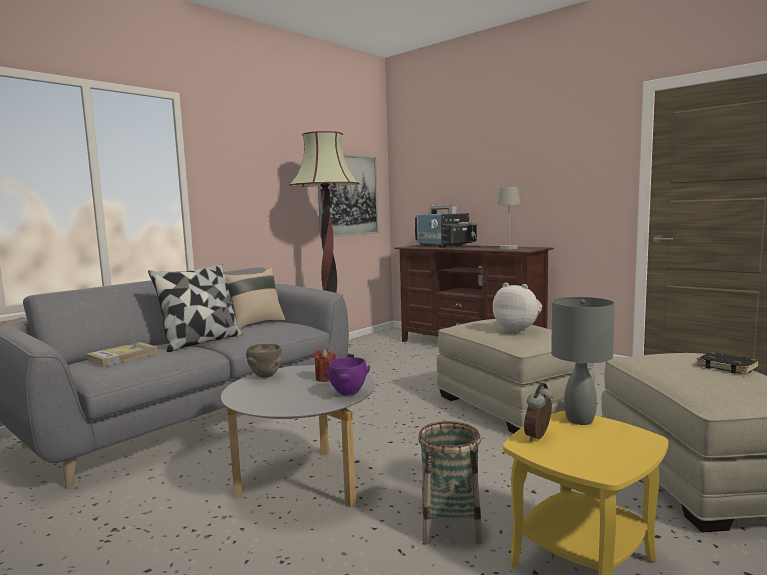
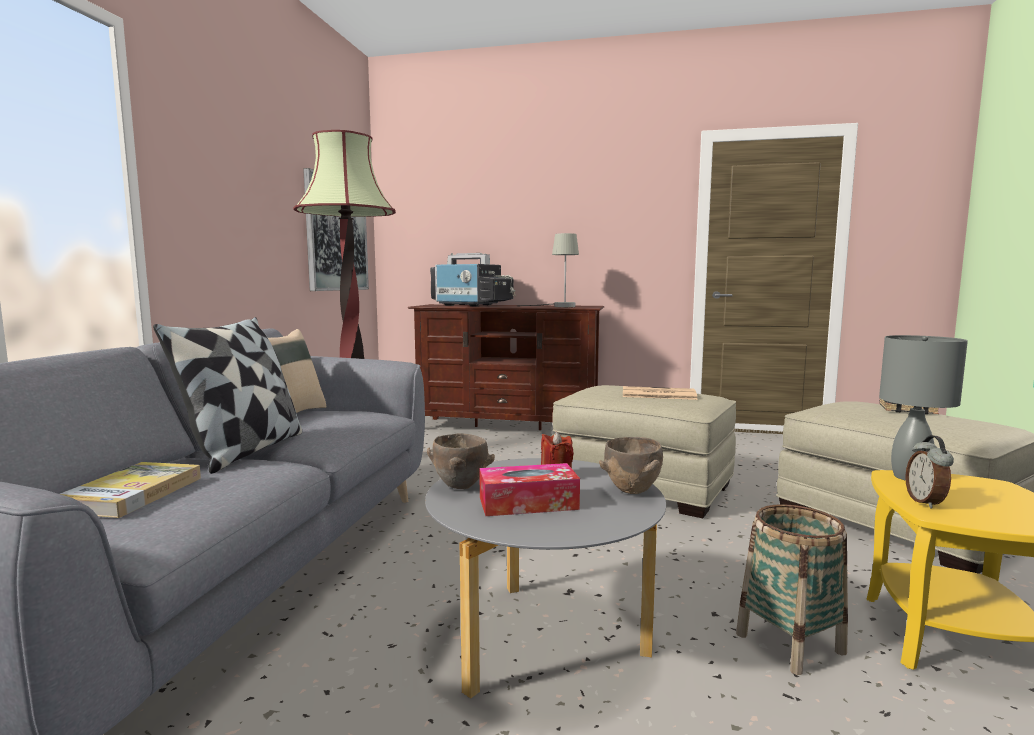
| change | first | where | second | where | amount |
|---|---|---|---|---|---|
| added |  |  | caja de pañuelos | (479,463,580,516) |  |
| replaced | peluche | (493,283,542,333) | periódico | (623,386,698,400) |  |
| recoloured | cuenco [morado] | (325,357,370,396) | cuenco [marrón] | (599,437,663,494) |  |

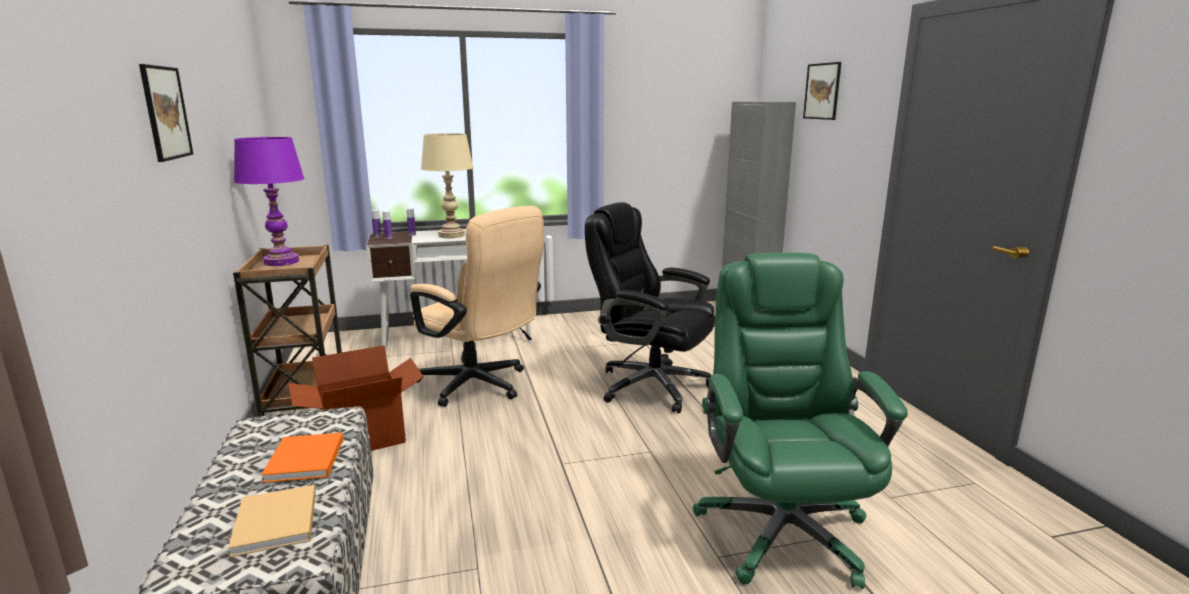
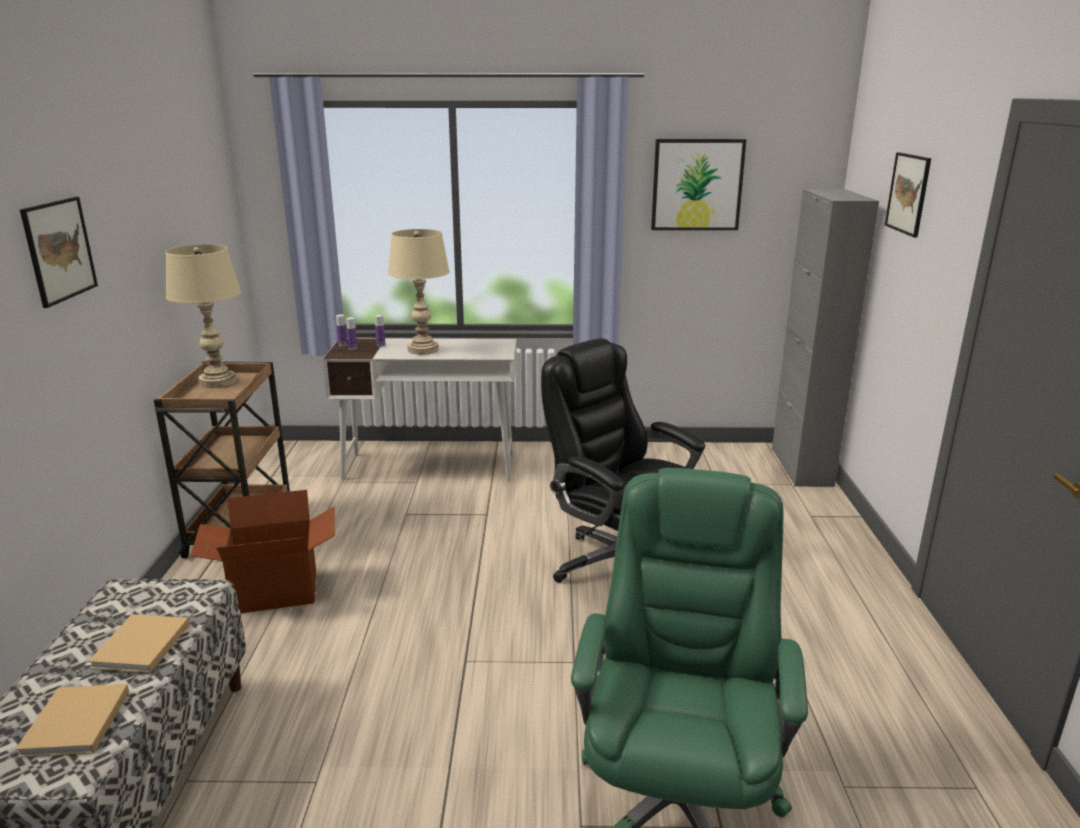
| change | first | where | second | where | amount |
|---|---|---|---|---|---|
| removed | silla de oficina [beis] | (410,206,544,407) |  |  |  |
| added |  |  | cuadro | (651,139,746,230) |  |
| recoloured | lámpara de mesa [morado] | (234,136,305,266) | lámpara de mesa [beis] | (166,244,241,388) |  |
| recoloured | libro [naranja] | (261,433,343,483) | libro [beis] | (88,614,189,673) |  |

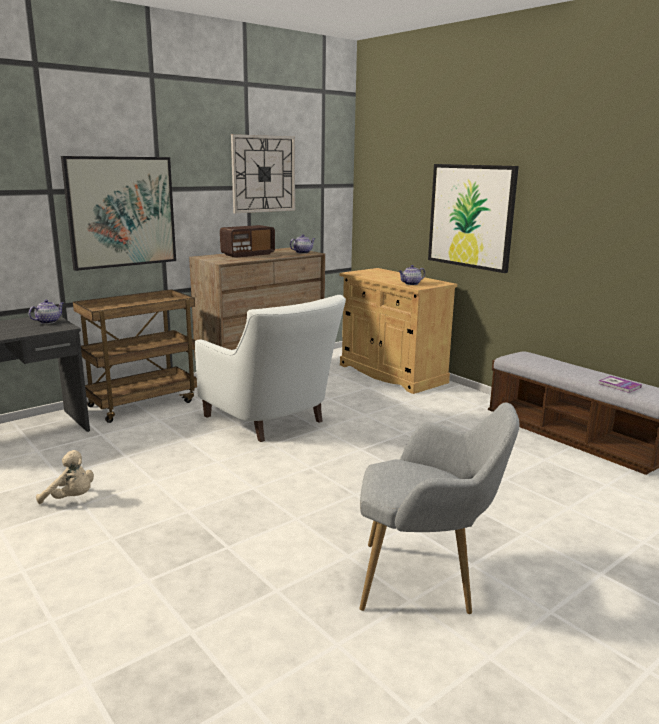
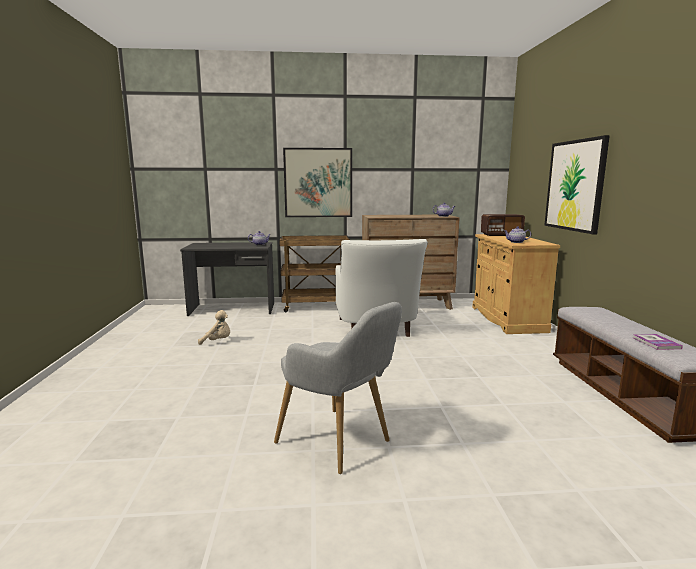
| change | first | where | second | where | amount |
|---|---|---|---|---|---|
| removed | reloj de pared | (231,134,295,213) |  |  |  |
| moved | radio | (220,225,275,258) |  | (481,214,525,236) |  |
| turned | peluche [beis] | (36,450,94,504) |  | (198,310,230,345) | 45 degrees counterclockwise |

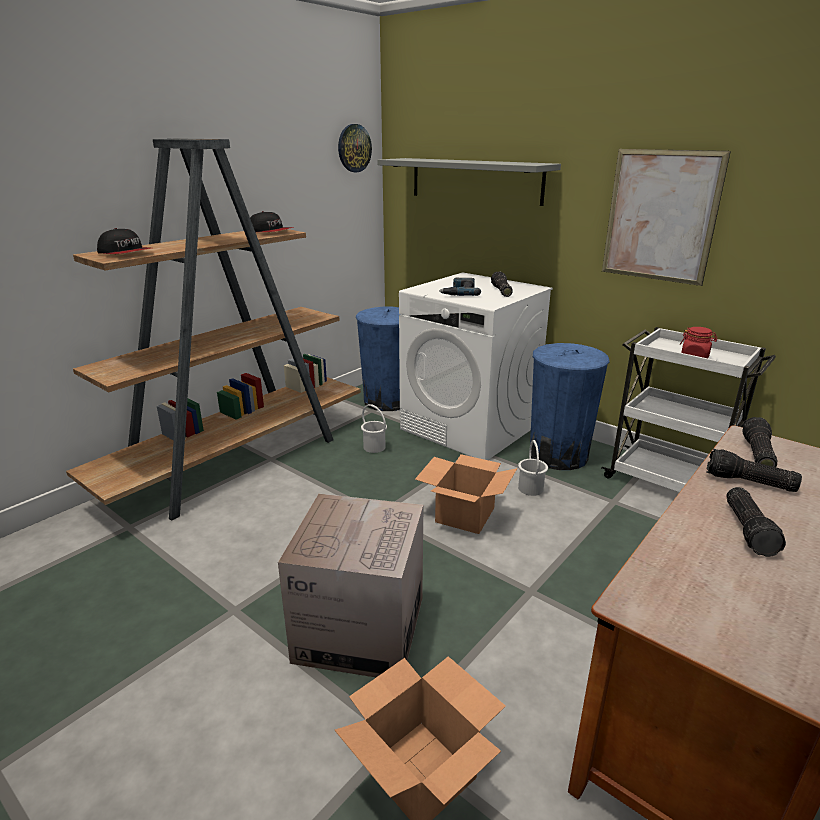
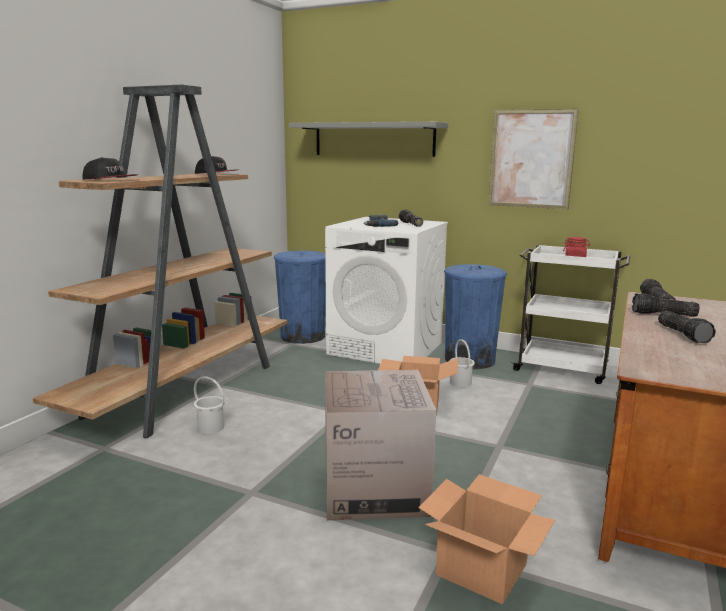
| change | first | where | second | where | amount |
|---|---|---|---|---|---|
| removed | reloj de pared | (338,124,372,172) |  |  |  |
| moved | cubo [blanco] | (361,404,387,453) |  | (194,376,225,434) |  |

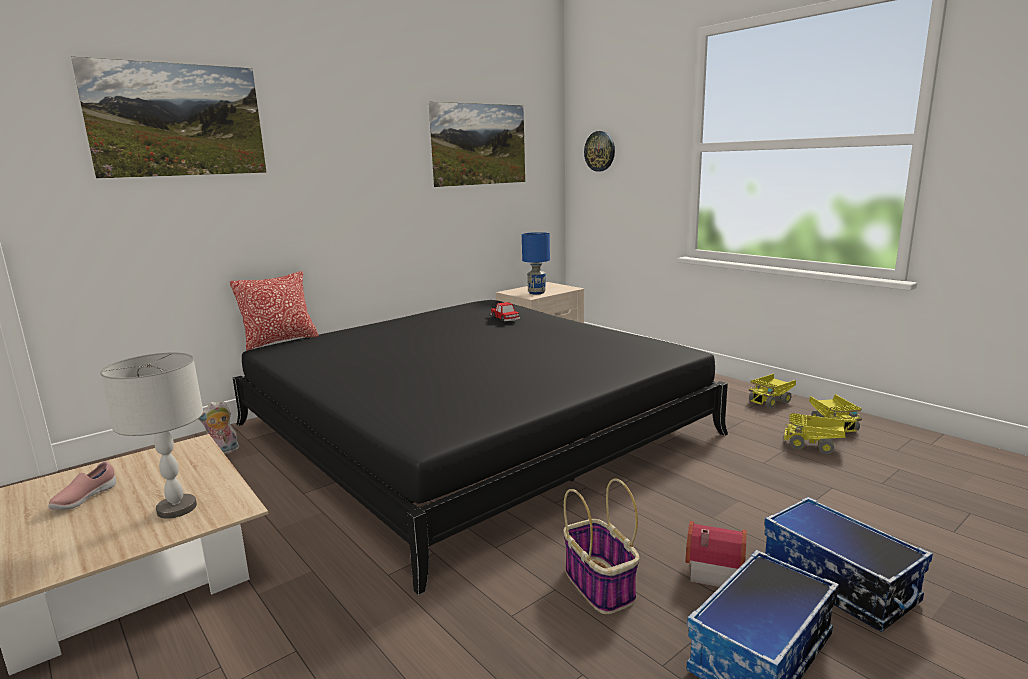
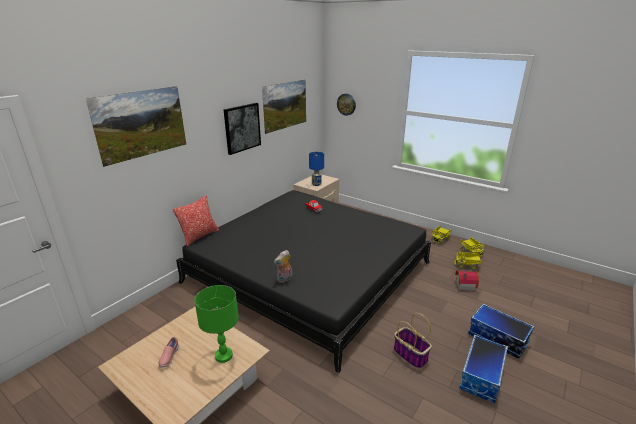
| change | first | where | second | where | amount |
|---|---|---|---|---|---|
| added |  |  | cuadro | (224,103,261,155) |  |
| moved | peluche | (198,400,240,454) |  | (274,250,293,283) |  |
| moved | casita | (685,521,747,587) |  | (455,270,479,291) |  |
| recoloured | lámpara de mesa [gris] | (100,353,203,519) | lámpara de mesa [verde] | (194,285,239,363) |  |

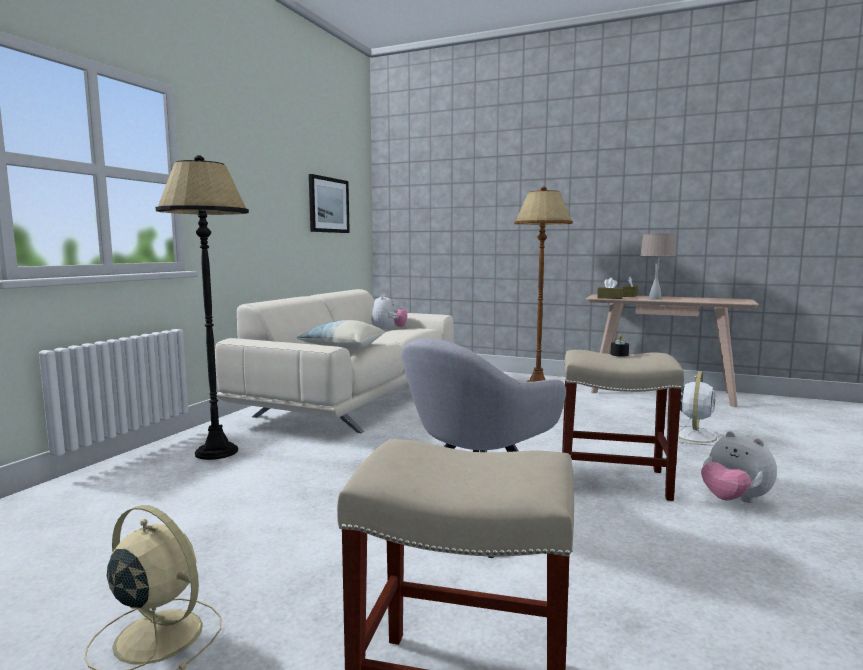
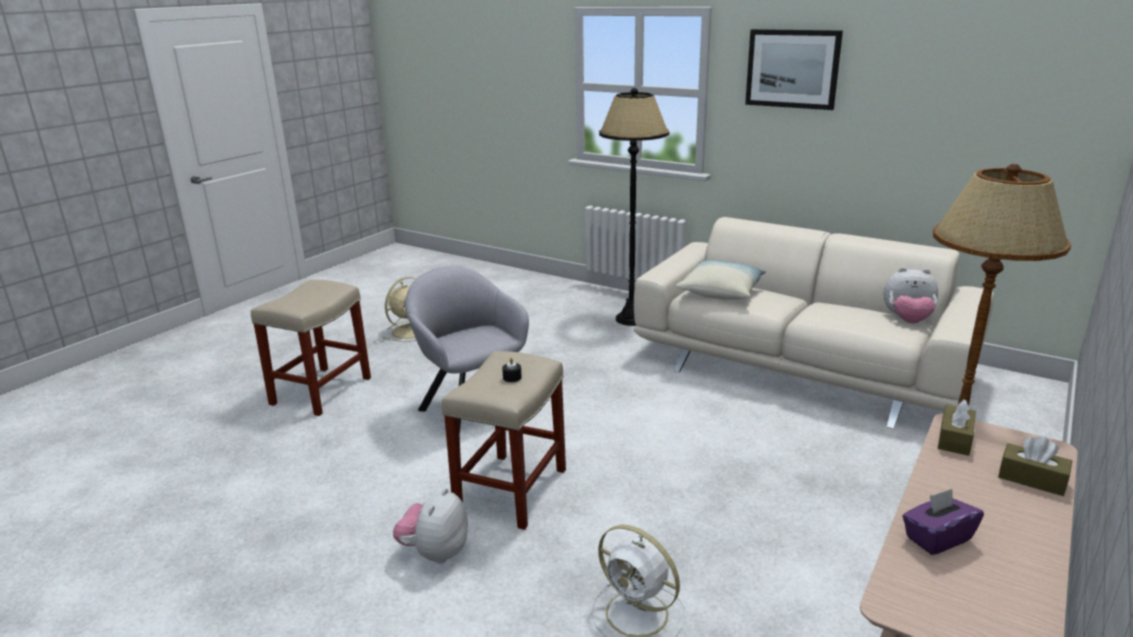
| change | first | where | second | where | amount |
|---|---|---|---|---|---|
| removed | lámpara de mesa [beis] | (640,232,676,300) |  |  |  |
| added |  |  | caja de pañuelos [morado] | (902,489,984,555) |  |
| moved | cuadro | (309,174,350,233) |  | (745,29,843,110) |  |
| turned | peluche | (701,431,777,503) |  | (393,488,468,564) | 45 degrees counterclockwise |

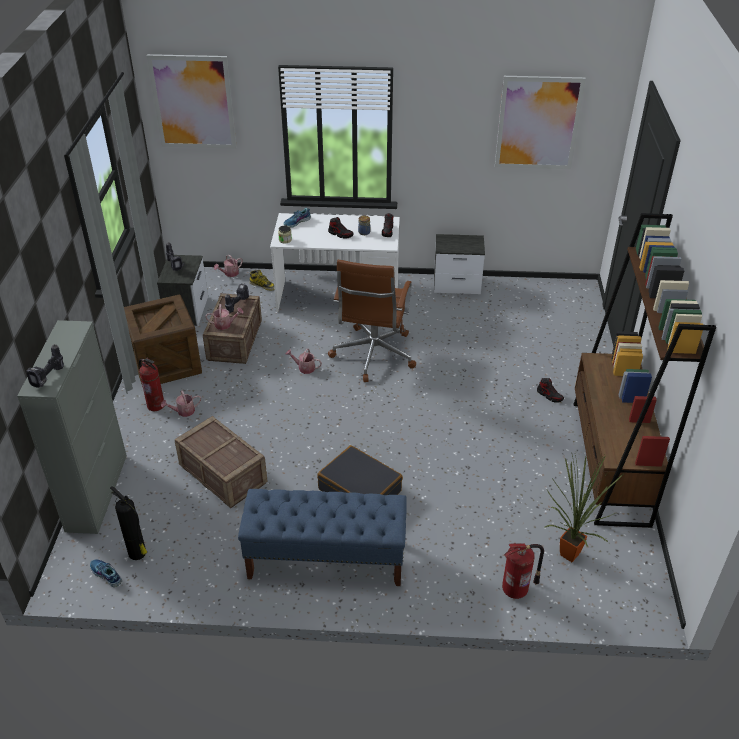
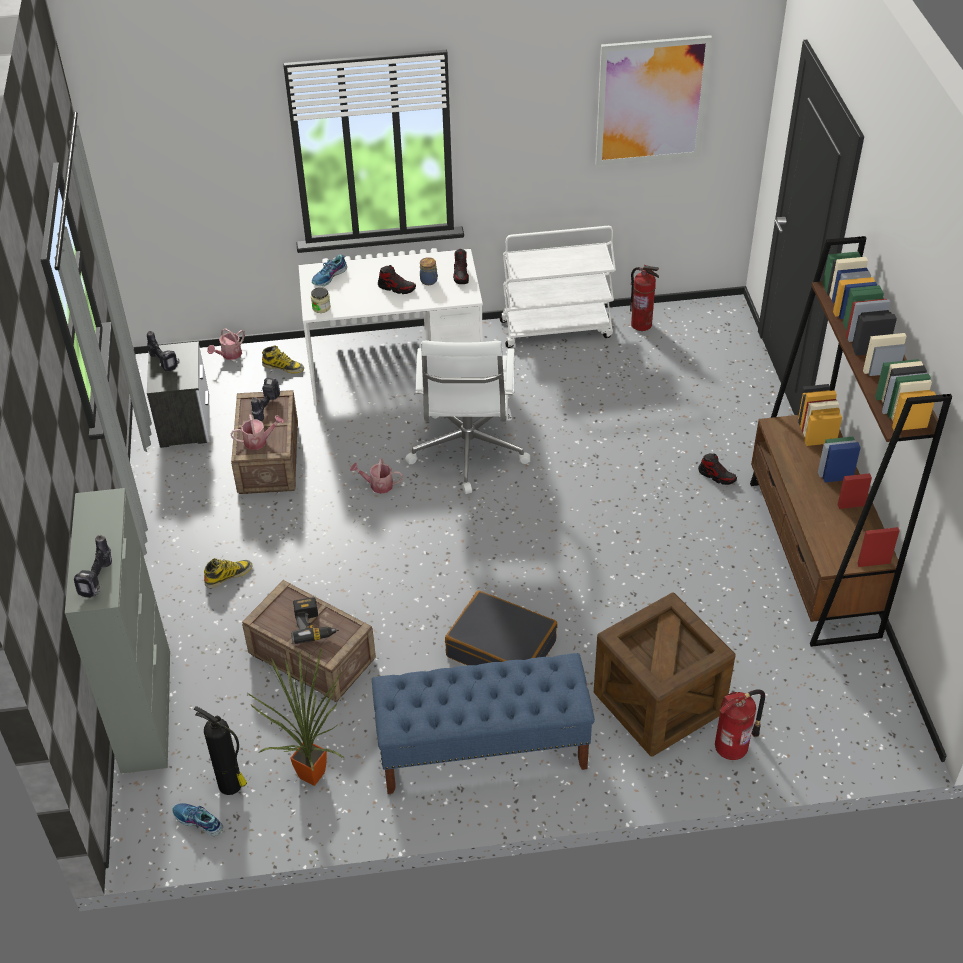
| change | first | where | second | where | amount |
|---|---|---|---|---|---|
| removed | cuadro | (147,54,237,149) |  |  |  |
| added |  |  | taladro | (291,597,339,644) |  |
| moved | caja de embalaje | (124,294,202,387) |  | (594,593,736,757) |  |
| moved | extintor | (139,358,164,411) |  | (630,265,659,331) |  |
| moved | planta en maceta | (544,452,623,562) |  | (246,647,344,786) |  |
| replaced | regadera | (161,390,201,417) | bota | (204,558,253,588) |  |
| replaced | mesita de noche | (434,234,485,294) | carrito [blanco] | (500,226,616,348) |  |
| recoloured | silla de oficina [marrón] | (328,260,416,382) | silla de oficina [blanco] | (405,341,530,494) |  |

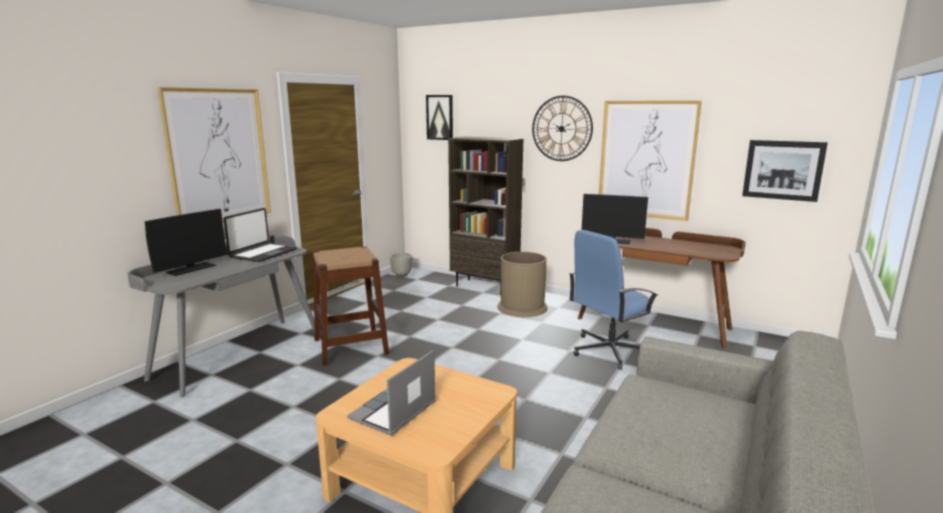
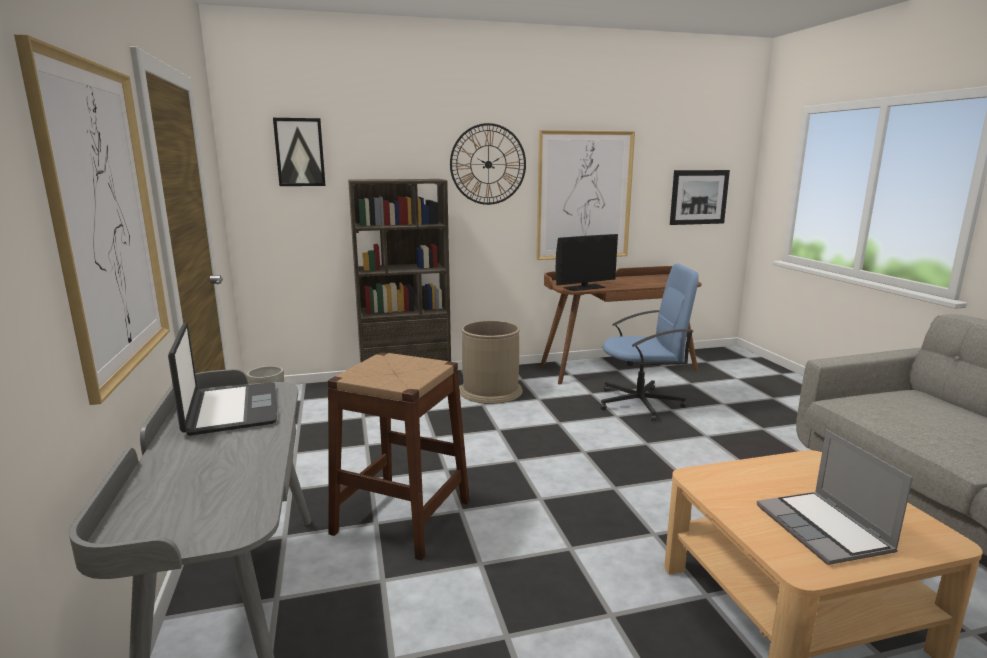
| change | first | where | second | where | amount |
|---|---|---|---|---|---|
| removed | monitor | (145,209,227,276) |  |  |  |
| turned | silla de oficina [azul] | (569,230,658,370) |  | (600,264,699,422) | 105 degrees counterclockwise |

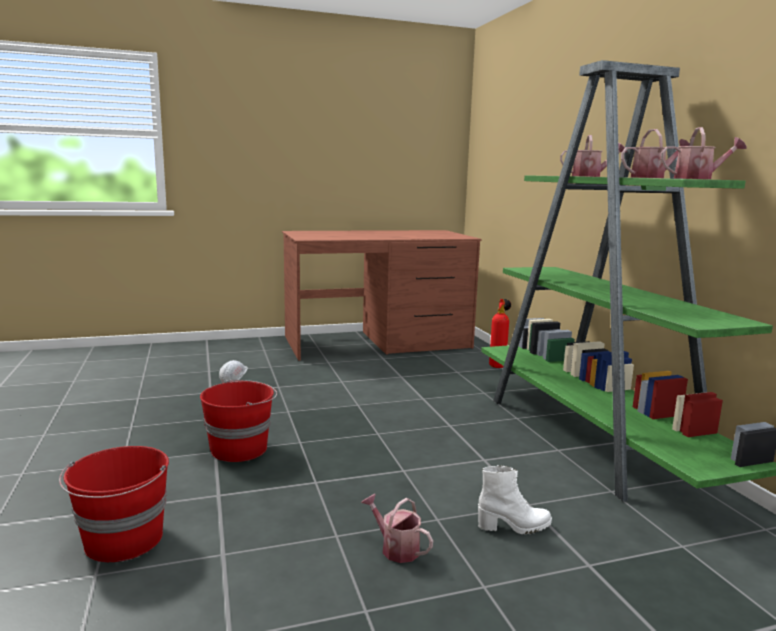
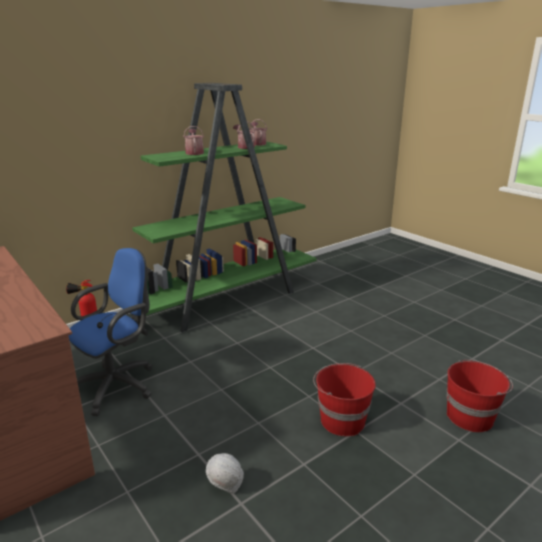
| change | first | where | second | where | amount |
|---|---|---|---|---|---|
| removed | regadera | (361,494,433,563) |  |  |  |
| removed | bota [blanco] | (478,465,552,534) |  |  |  |
| added |  |  | silla de oficina [azul] | (68,248,152,416) |  |

